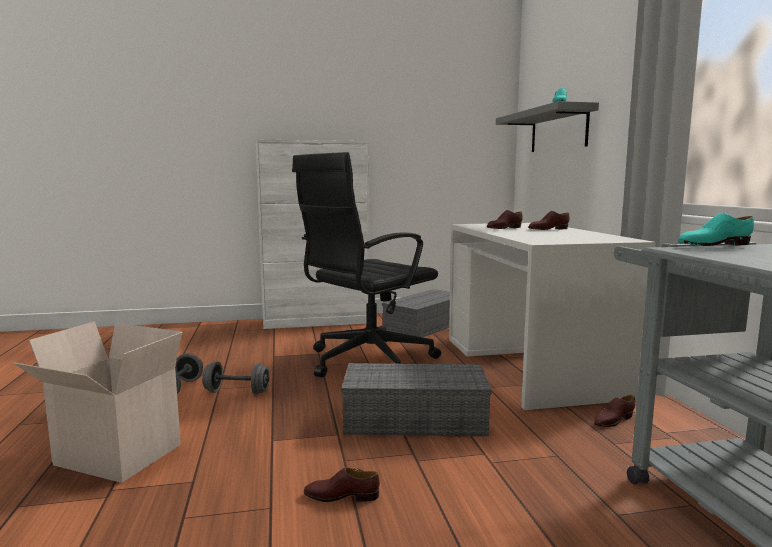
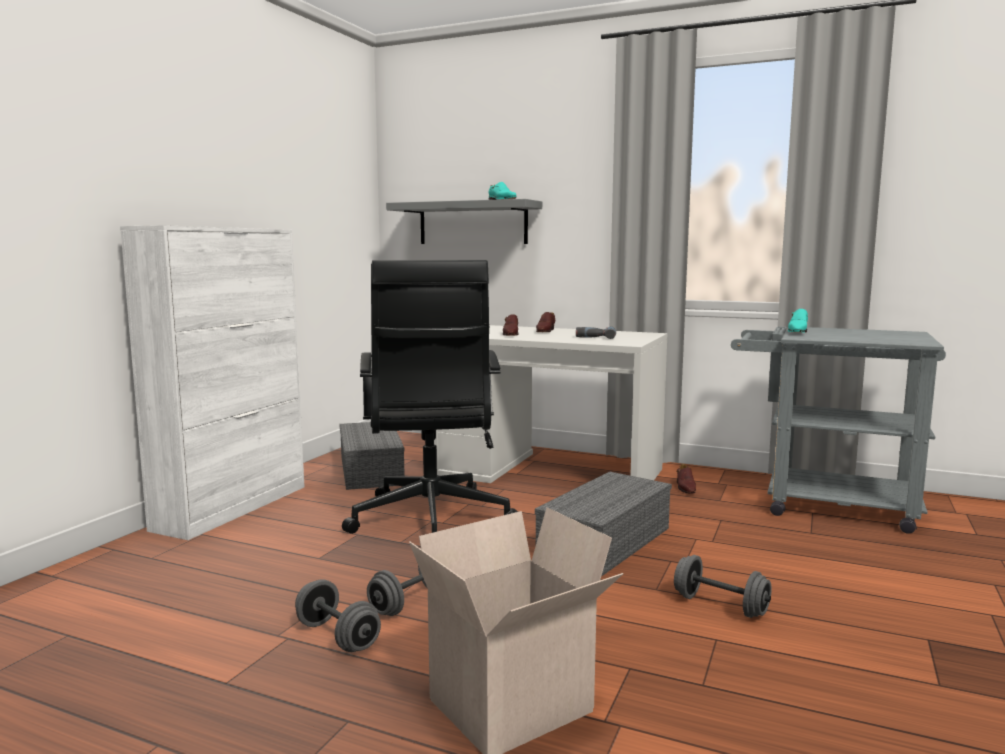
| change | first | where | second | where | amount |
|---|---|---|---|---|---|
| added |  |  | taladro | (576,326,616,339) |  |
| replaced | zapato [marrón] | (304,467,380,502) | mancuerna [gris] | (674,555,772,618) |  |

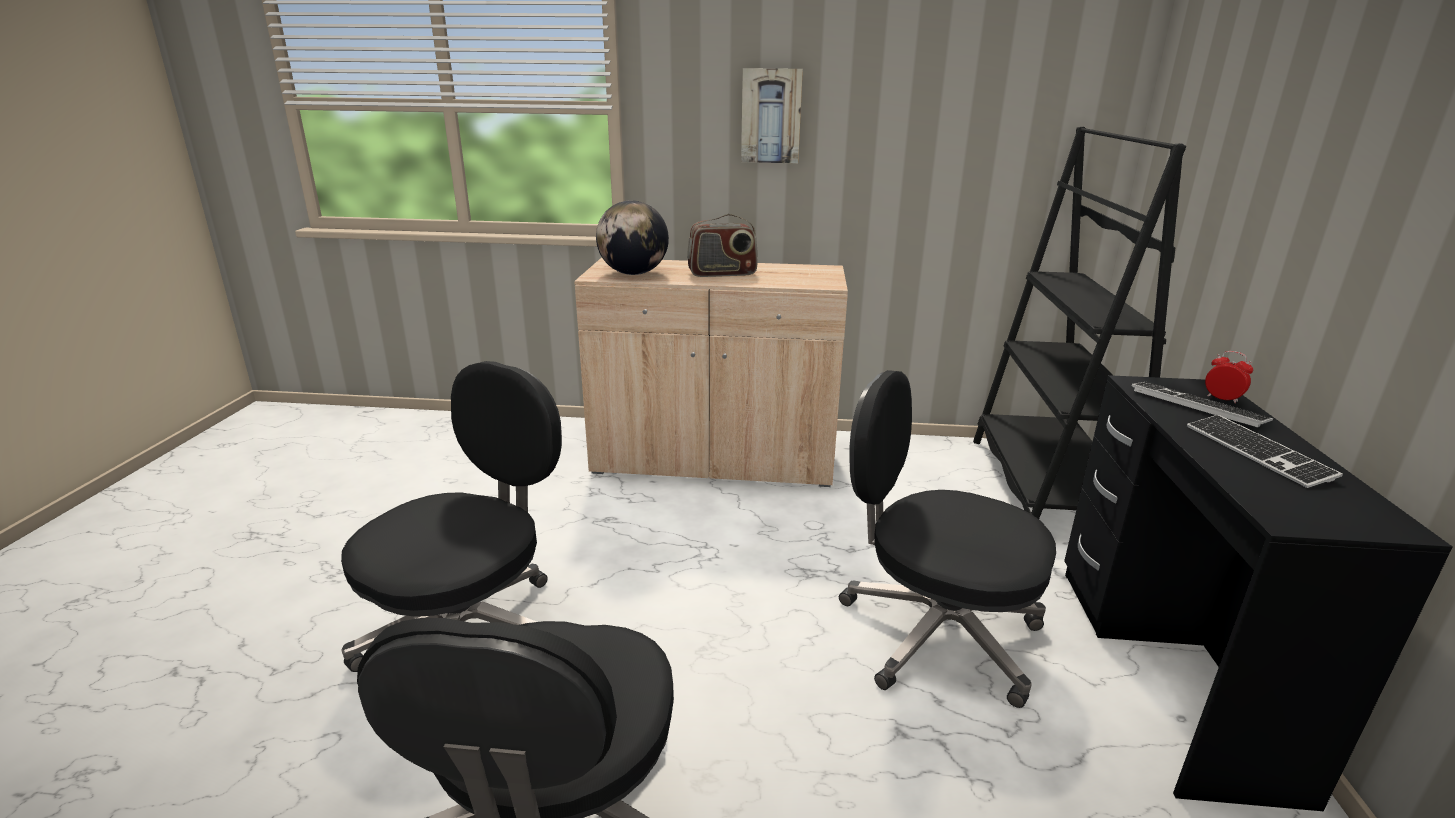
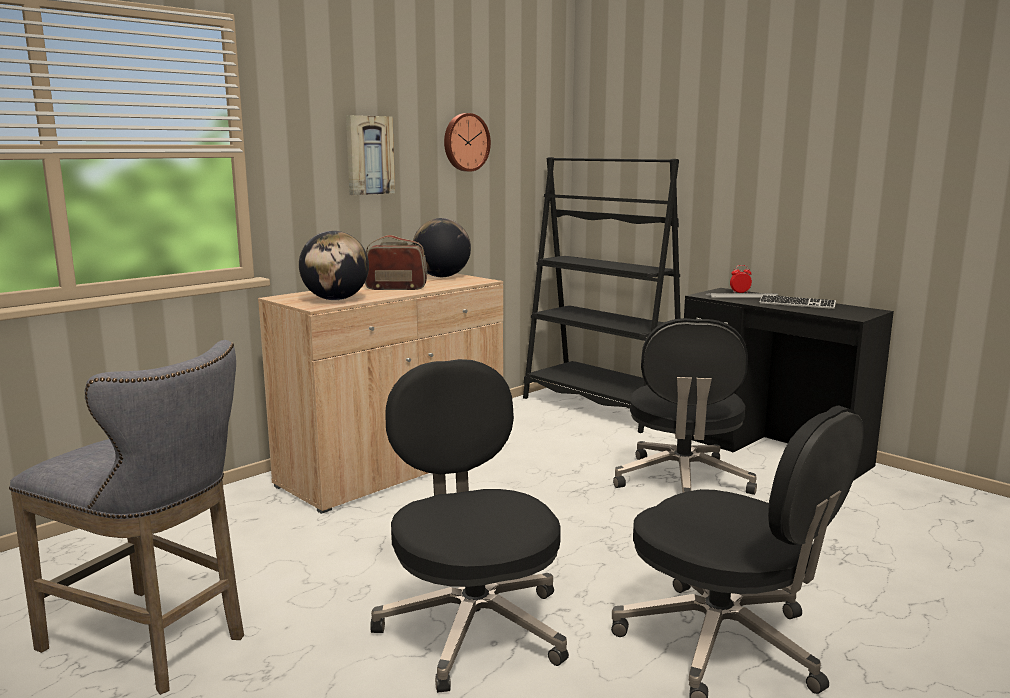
| change | first | where | second | where | amount |
|---|---|---|---|---|---|
| added |  |  | taburete [gris] | (9,340,244,695) |  |
| added |  |  | globo terráqueo | (412,218,471,277) |  |
| added |  |  | reloj de pared | (444,113,491,172) |  |
| turned | radio | (687,214,758,277) |  | (365,235,427,290) | 120 degrees counterclockwise |
| turned | silla de oficina [negro] | (839,370,1056,708) |  | (613,318,757,495) | 60 degrees counterclockwise |

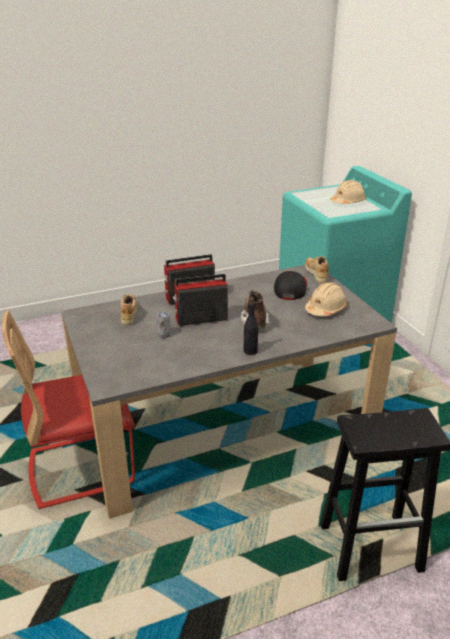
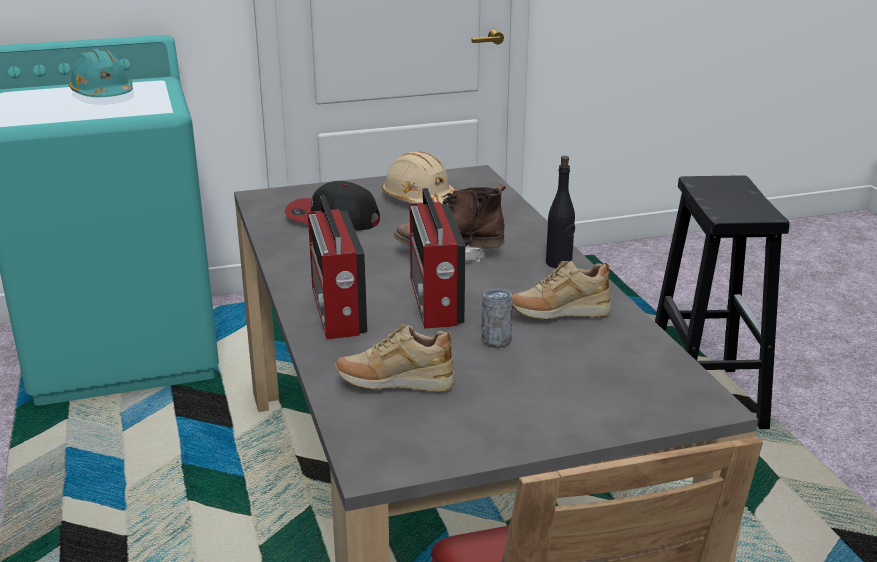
| change | first | where | second | where | amount |
|---|---|---|---|---|---|
| moved | zapato [beis] | (305,256,329,283) |  | (511,261,611,319) |  |
| recoloured | casco [beis] | (330,180,366,204) | casco [turquesa] | (69,49,133,97) |  |

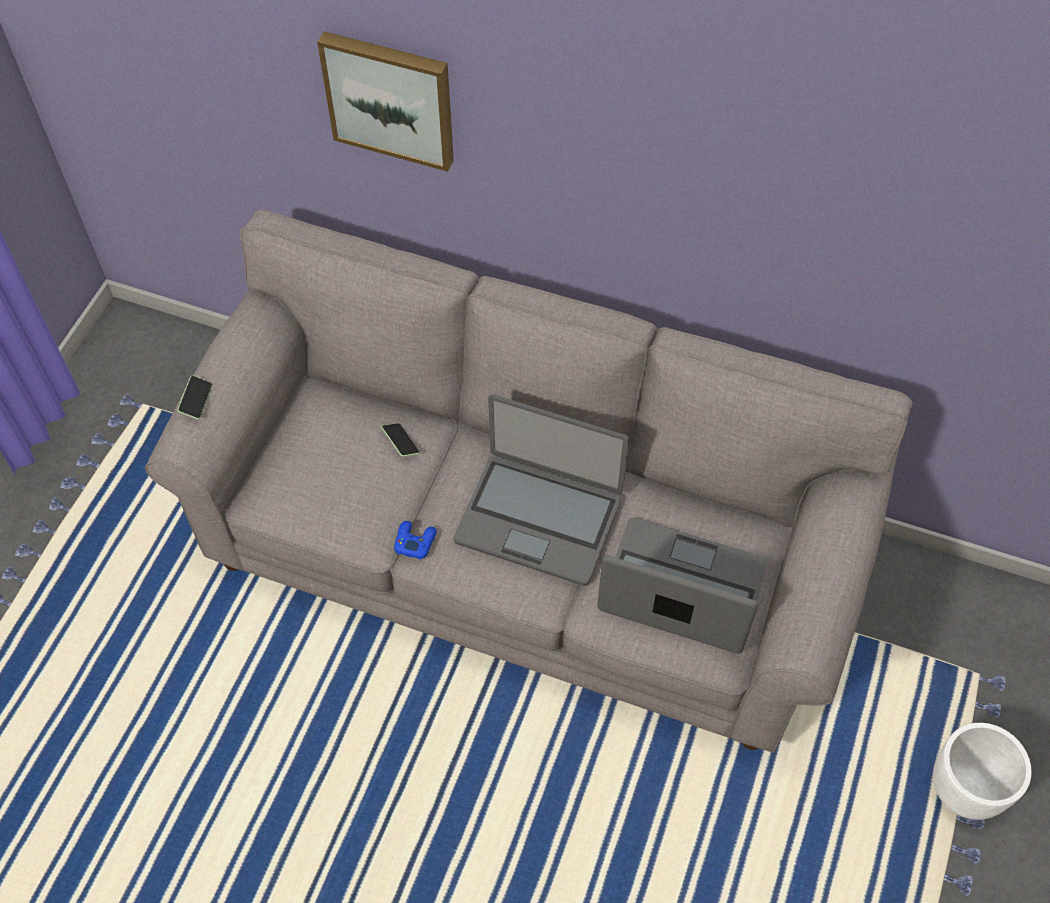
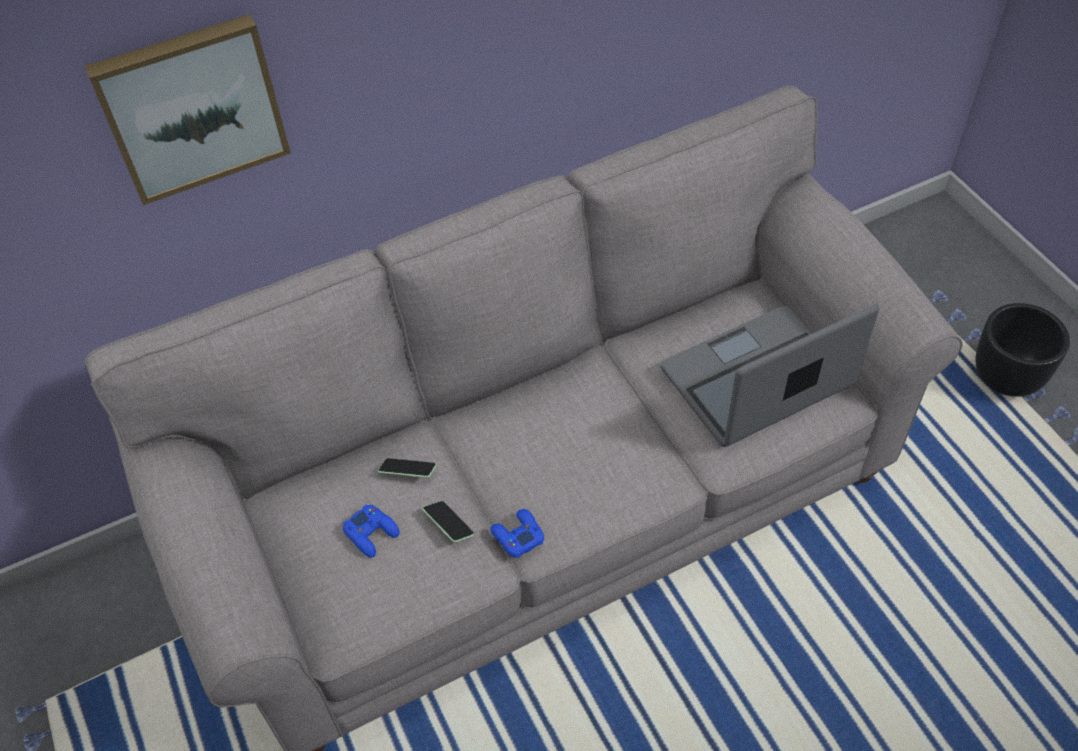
| change | first | where | second | where | amount |
|---|---|---|---|---|---|
| removed | portátil | (454,394,629,586) |  |  |  |
| added |  |  | mando de consola [azul] | (343,504,399,558) |  |
| moved | móvil | (177,375,213,419) |  | (422,501,475,542) |  |
| recoloured | maceta [blanco] | (933,723,1032,820) | maceta [negro] | (976,303,1070,397) |  |

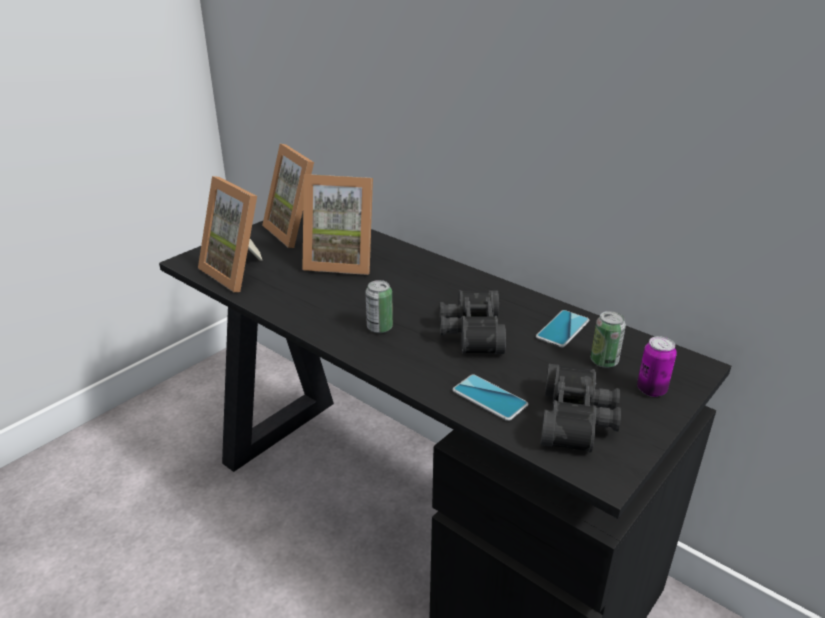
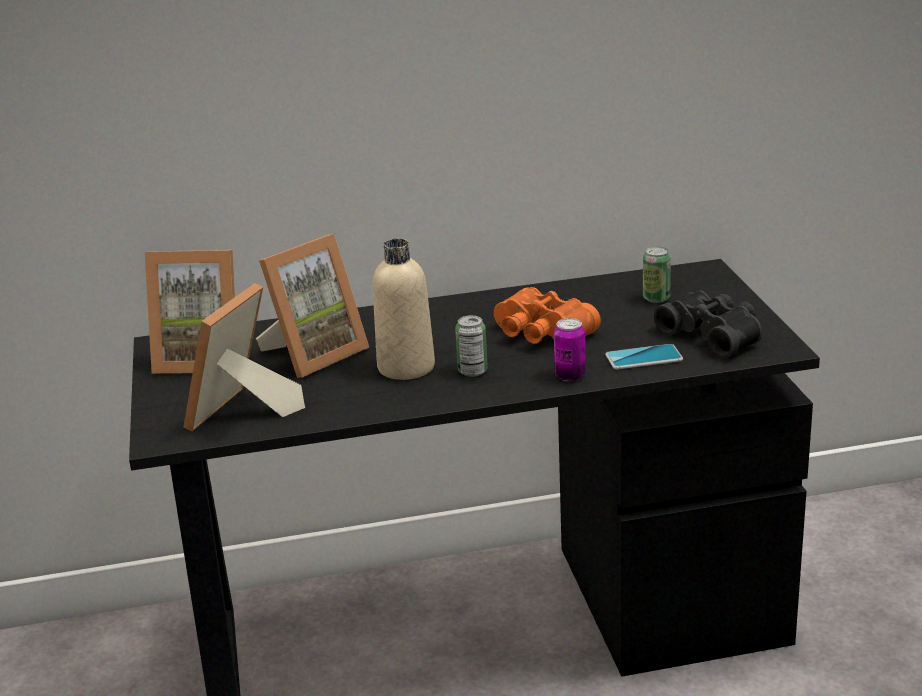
| change | first | where | second | where | amount |
|---|---|---|---|---|---|
| removed | móvil | (536,310,589,347) |  |  |  |
| added |  |  | botella [beis] | (373,239,435,380) |  |
| moved | lata | (637,336,677,397) |  | (554,318,586,382) |  |
| recoloured | prismáticos [negro] | (440,290,506,354) | prismáticos [naranja] | (494,287,601,344) |  |
| turned | portarretratos | (198,176,262,292) |  | (183,283,305,432) | 120 degrees clockwise |

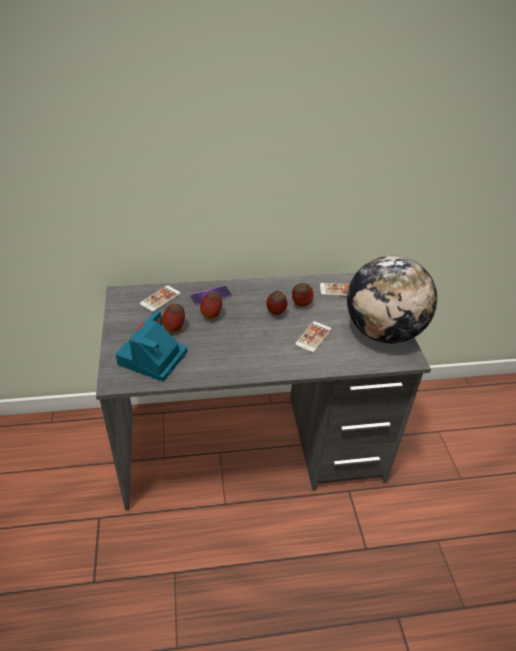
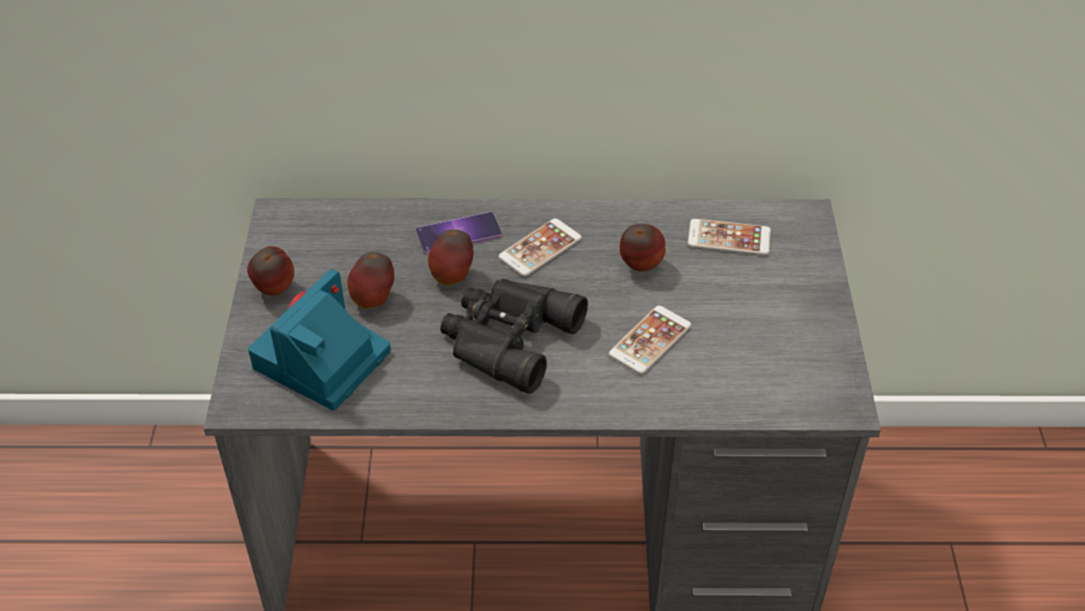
| change | first | where | second | where | amount |
|---|---|---|---|---|---|
| removed | globo terráqueo | (347,255,437,344) |  |  |  |
| added |  |  | prismáticos [negro] | (440,279,588,394) |  |
| moved | móvil | (139,285,180,312) |  | (498,218,582,277) |  |
| moved | manzana | (266,291,288,315) |  | (247,246,294,296) |  |

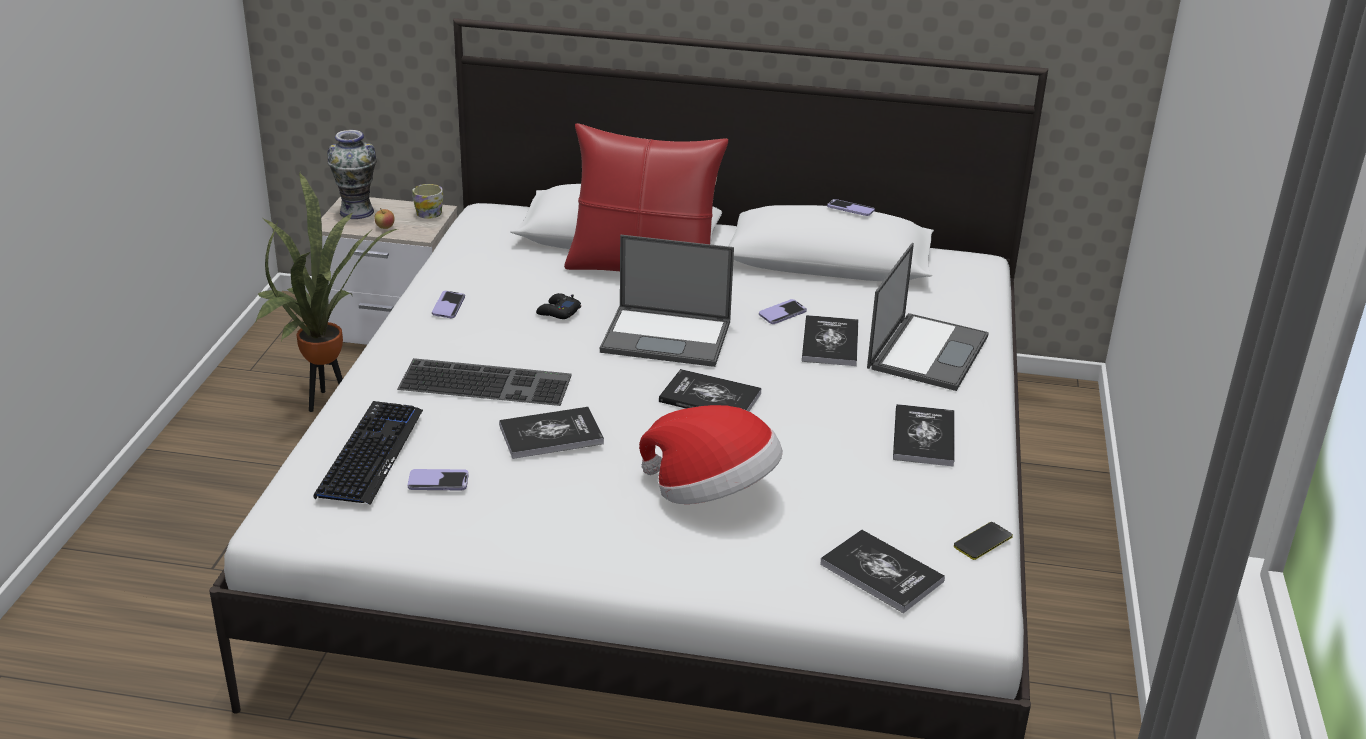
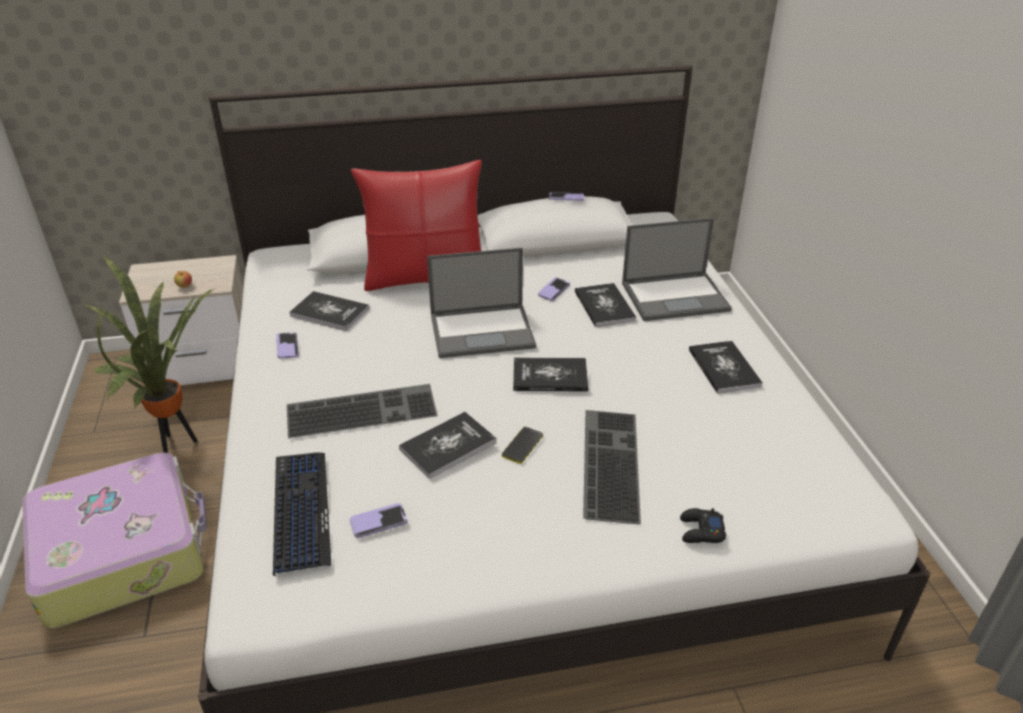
| change | first | where | second | where | amount |
|---|---|---|---|---|---|
| removed | florero | (327,130,377,219) |  |  |  |
| removed | taza grande | (412,184,443,219) |  |  |  |
| added |  |  | maleta | (22,453,207,629) |  |
| moved | mando de consola [negro] | (536,293,581,319) |  | (680,508,726,543) |  |
| moved | libro | (820,530,945,613) |  | (289,291,369,331) |  |
| moved | móvil | (954,522,1013,560) |  | (502,427,543,464) |  |
| replaced | sombrero | (639,405,783,504) | teclado | (583,410,641,524) |  |
| turned | portátil | (867,243,989,391) |  | (622,218,732,321) | 75 degrees clockwise |

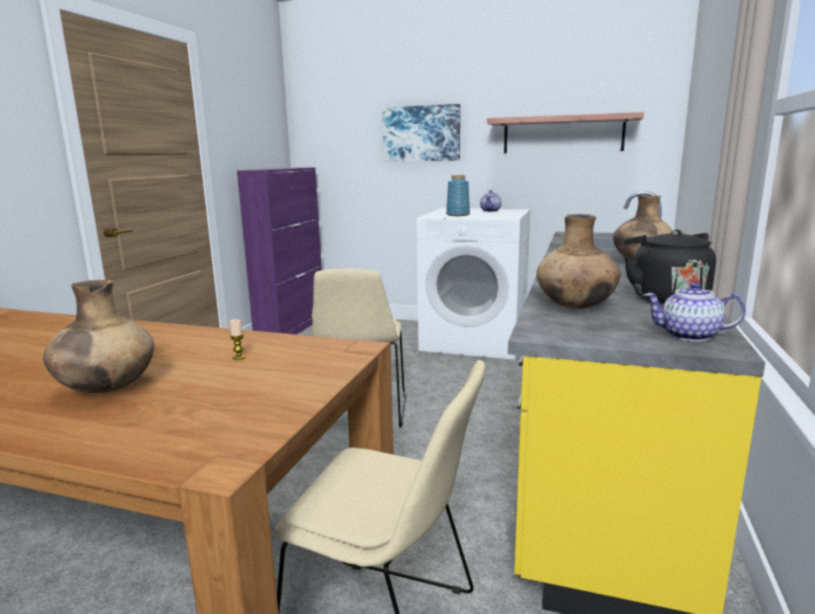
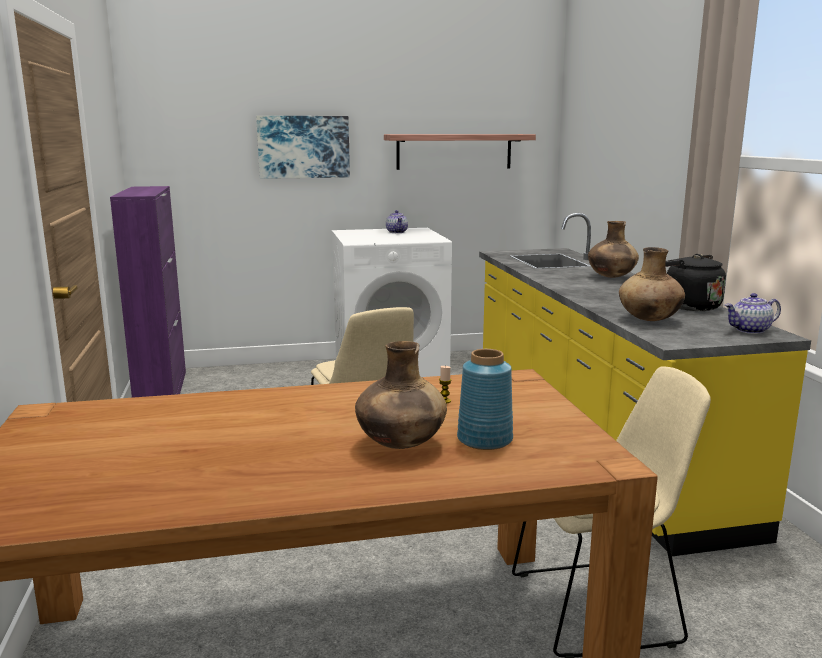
| change | first | where | second | where | amount |
|---|---|---|---|---|---|
| moved | florero [azul] | (446,175,470,216) |  | (457,349,513,450) |  |

